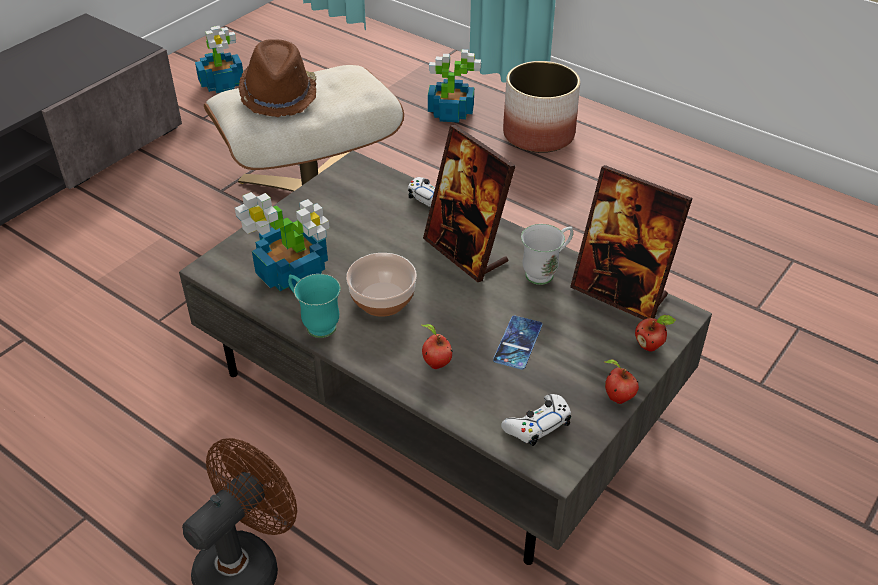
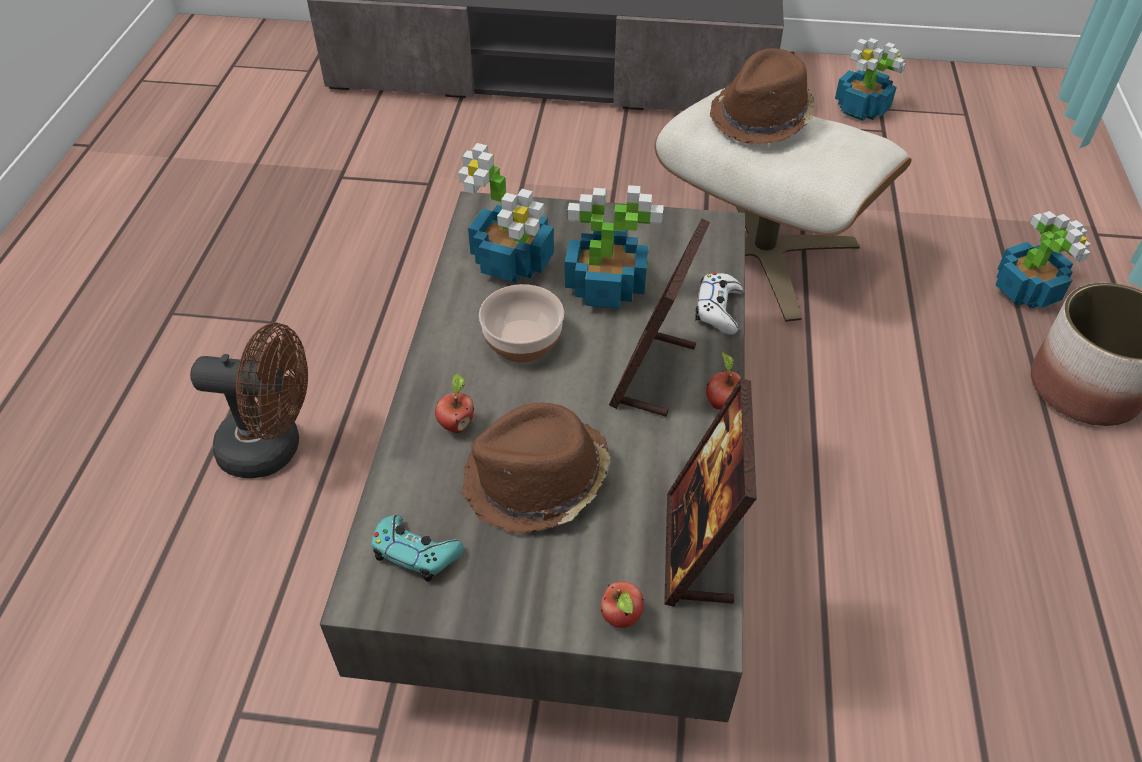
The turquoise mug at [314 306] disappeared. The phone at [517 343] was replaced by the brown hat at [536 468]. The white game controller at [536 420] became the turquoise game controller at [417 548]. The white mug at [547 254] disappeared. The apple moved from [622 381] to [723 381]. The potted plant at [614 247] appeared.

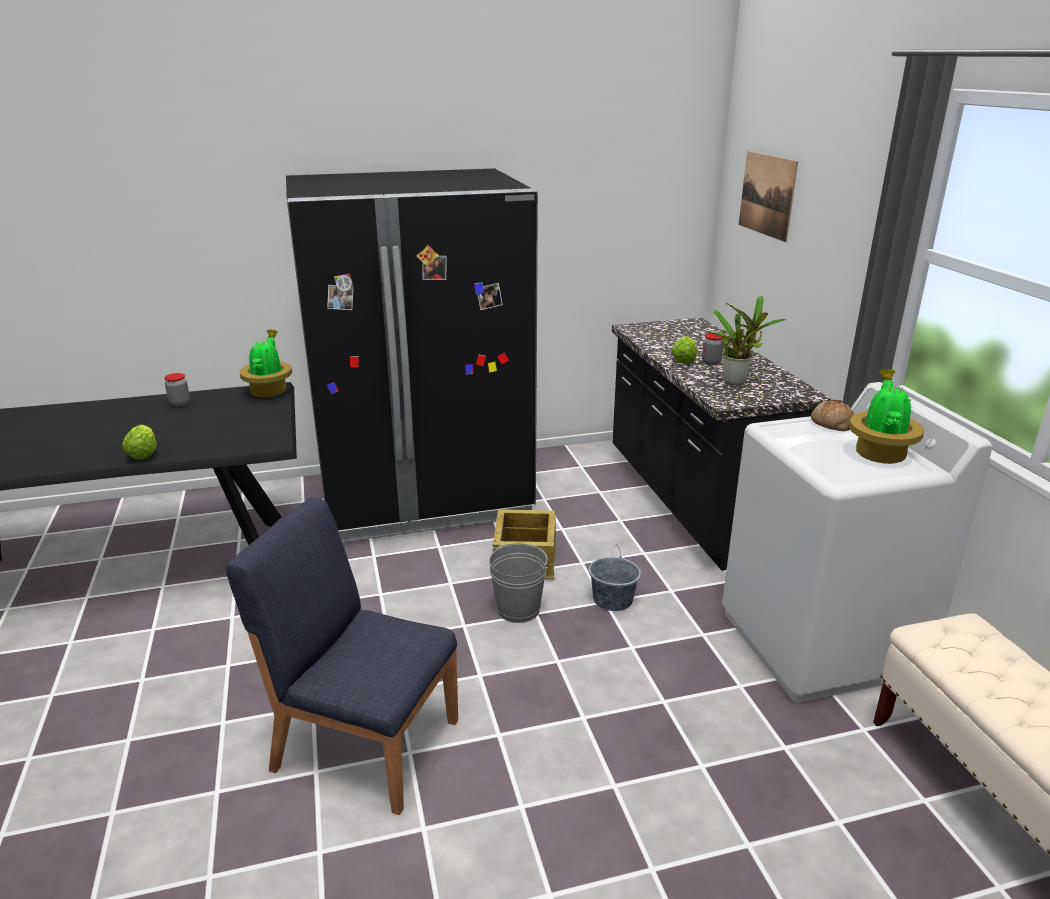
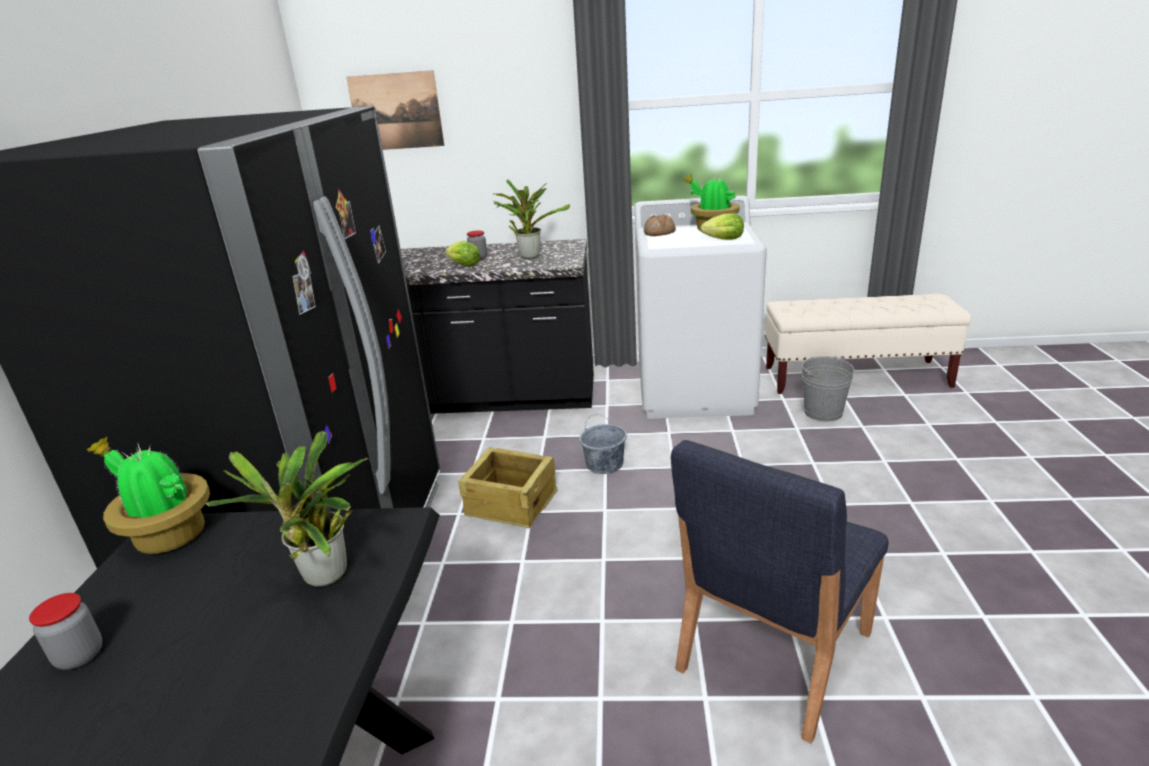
The lettuce moved from [139 441] to [722 226]. The grey bucket moved from [518 583] to [828 389]. The potted plant at [287 509] appeared.

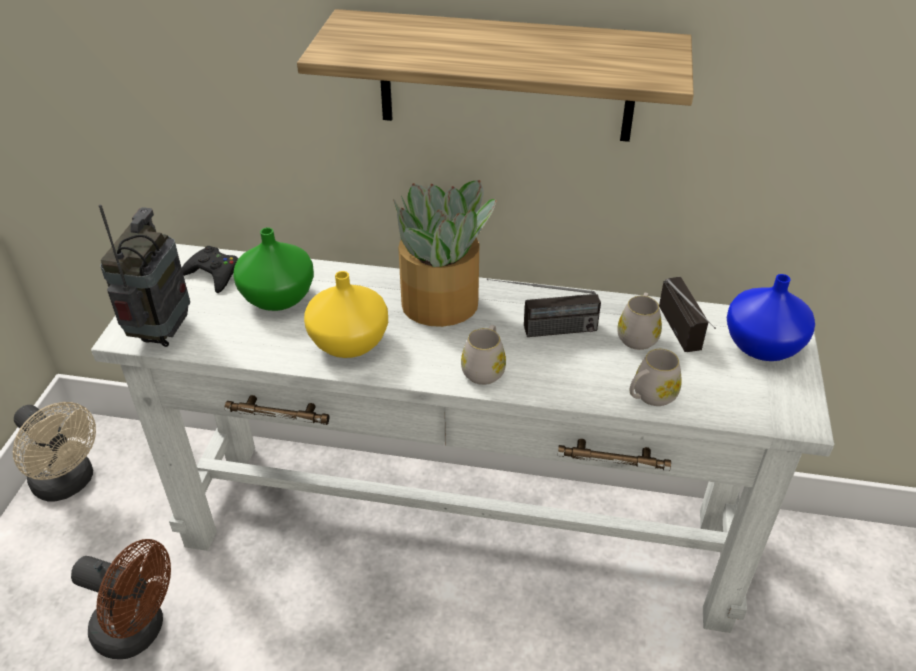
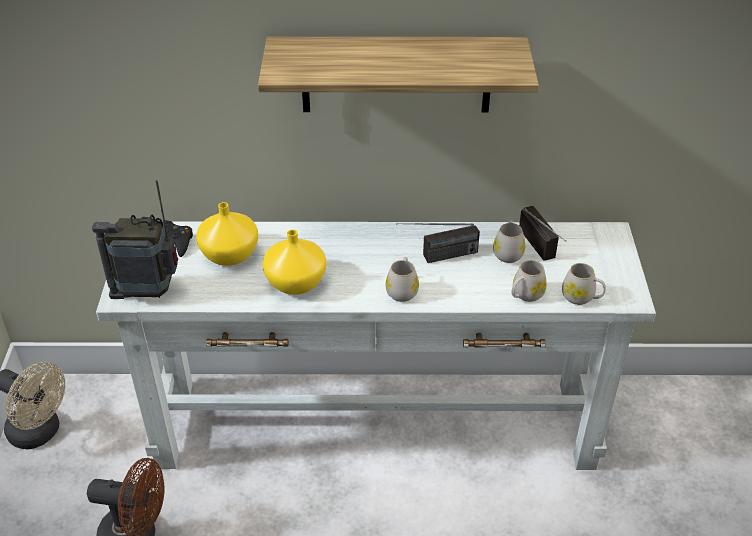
The radio at [144 276] turned 90 degrees counterclockwise. The green vase at [273 269] became the yellow vase at [227 234]. The potted plant at [445 253] disappeared. The blue vase at [771 317] disappeared. The white mug at [584 284] appeared.

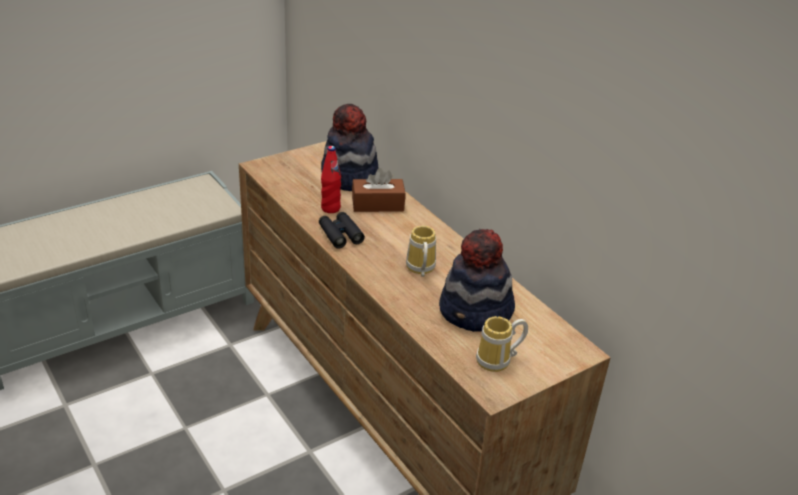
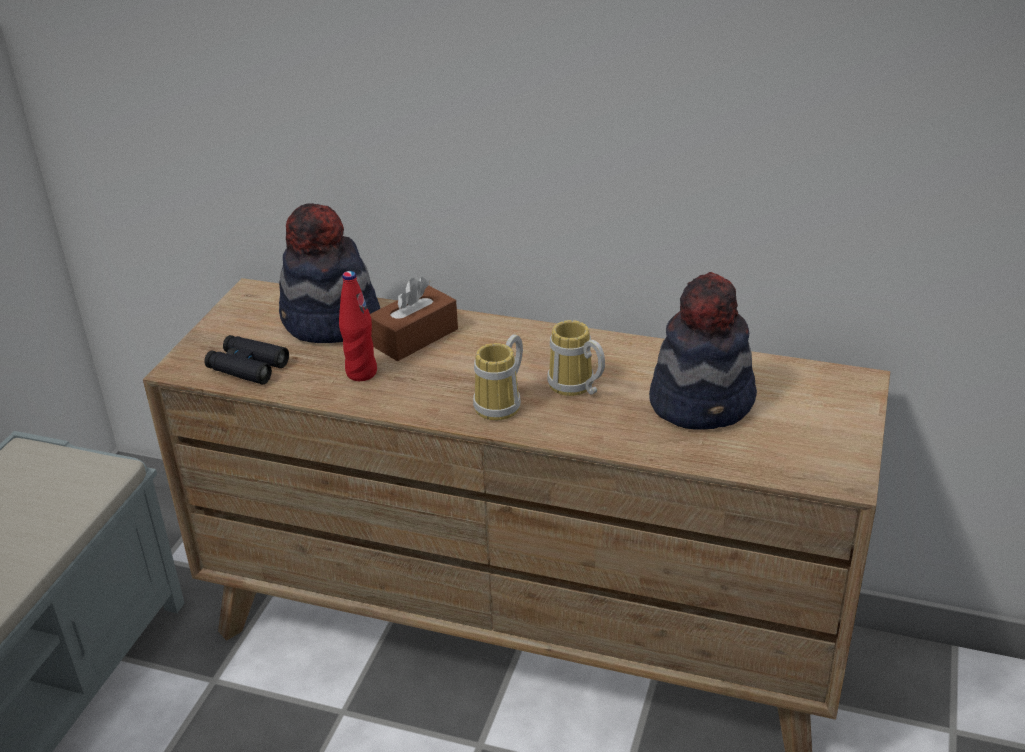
The black binoculars moved from [342 230] to [246 360]. The mug moved from [502 344] to [498 377].

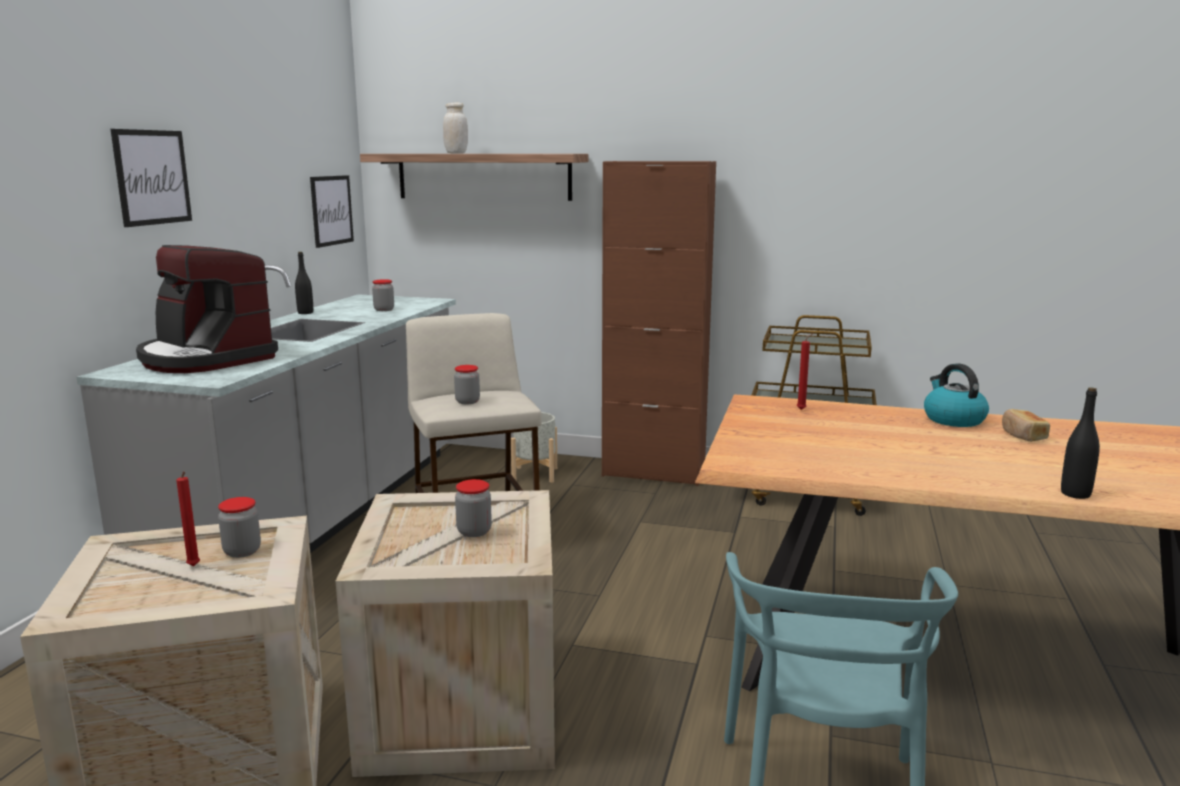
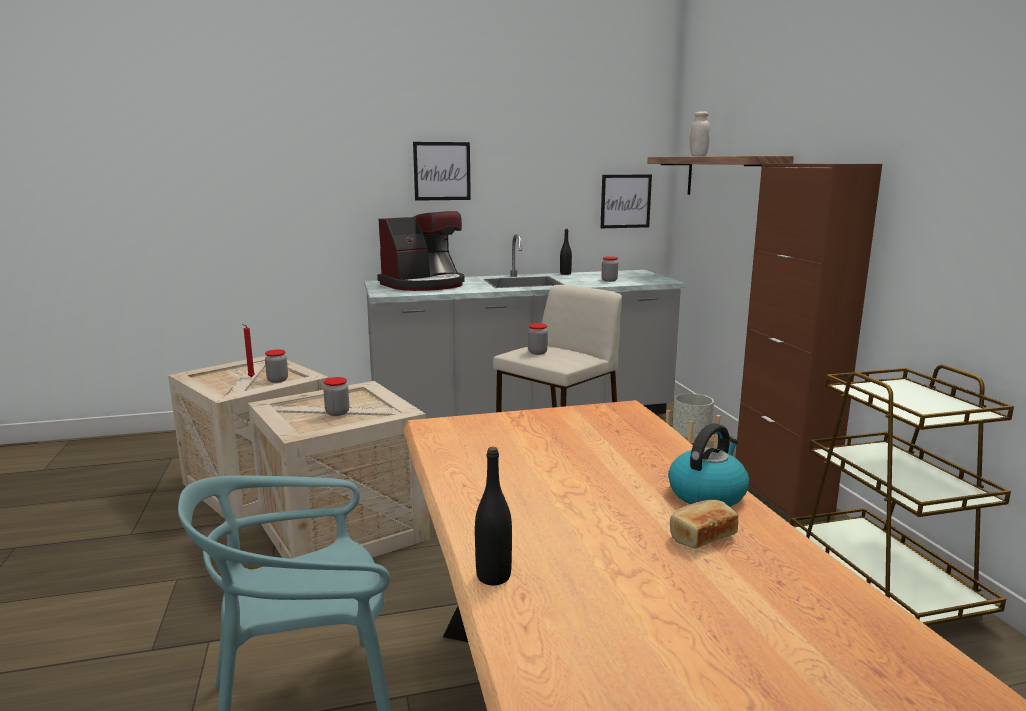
The coffee machine at [207 309] turned 135 degrees counterclockwise. The red candle at [805 371] disappeared.

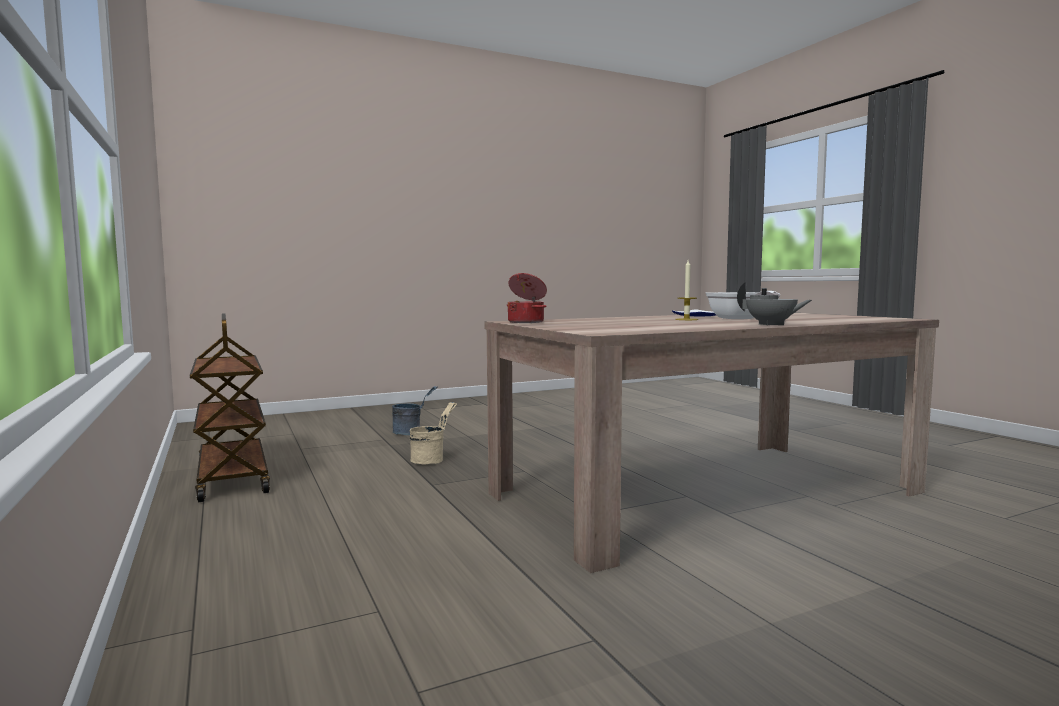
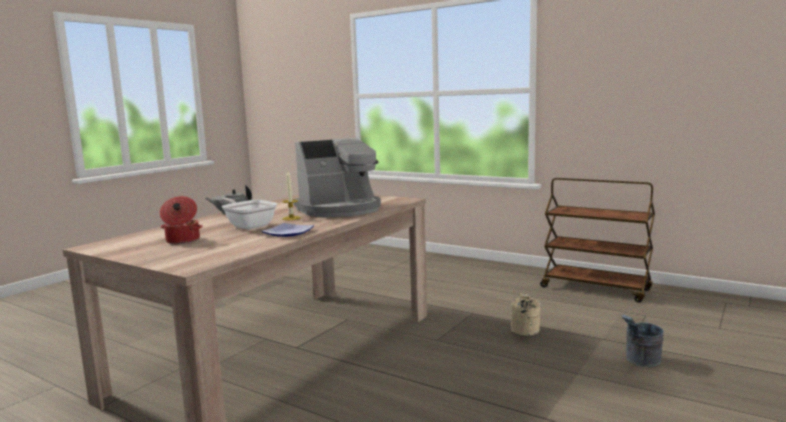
The cooking pot moved from [527 298] to [181 220]. The coffee machine at [337 177] appeared.

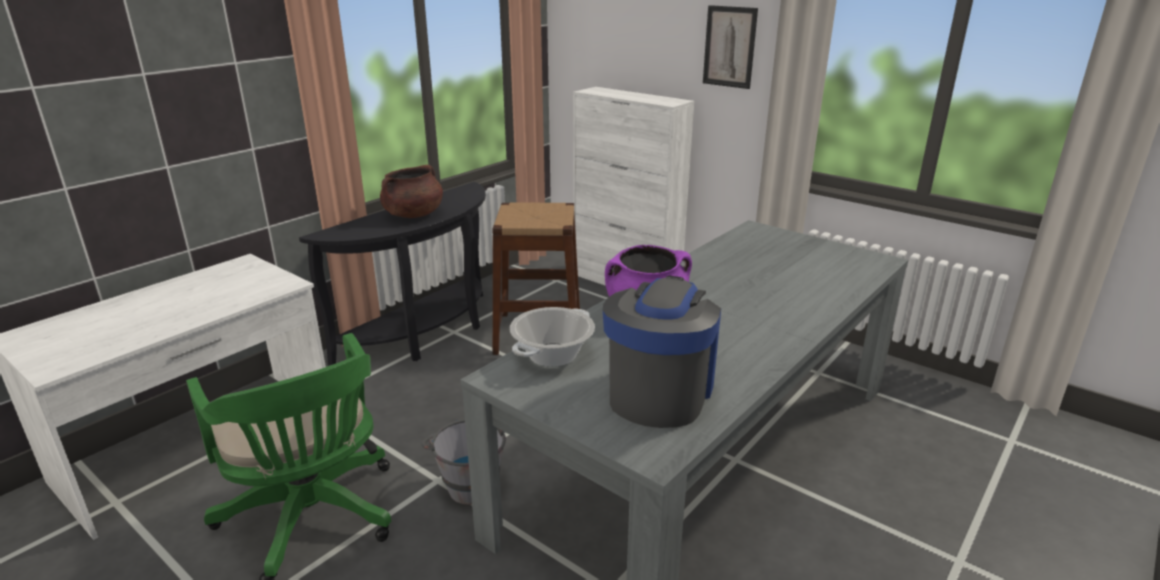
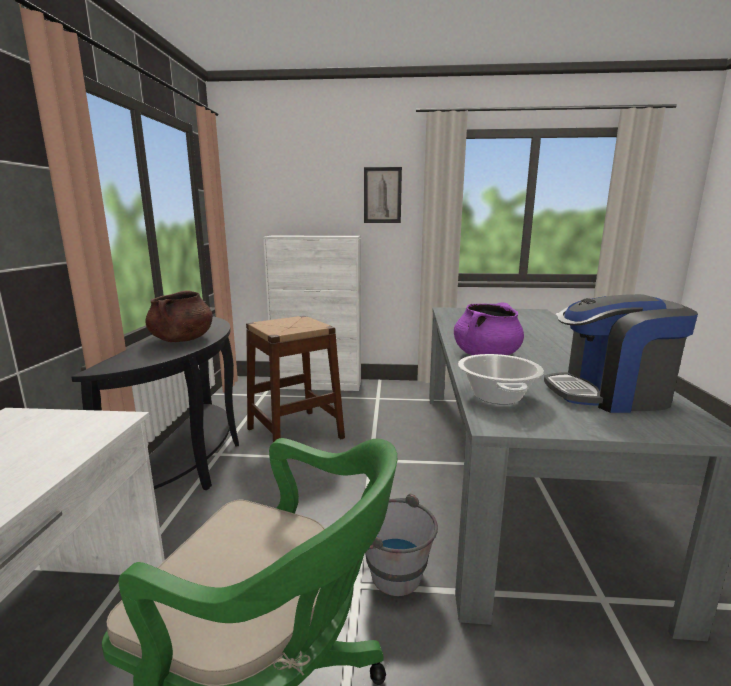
The coffee machine at [662 351] turned 75 degrees counterclockwise.

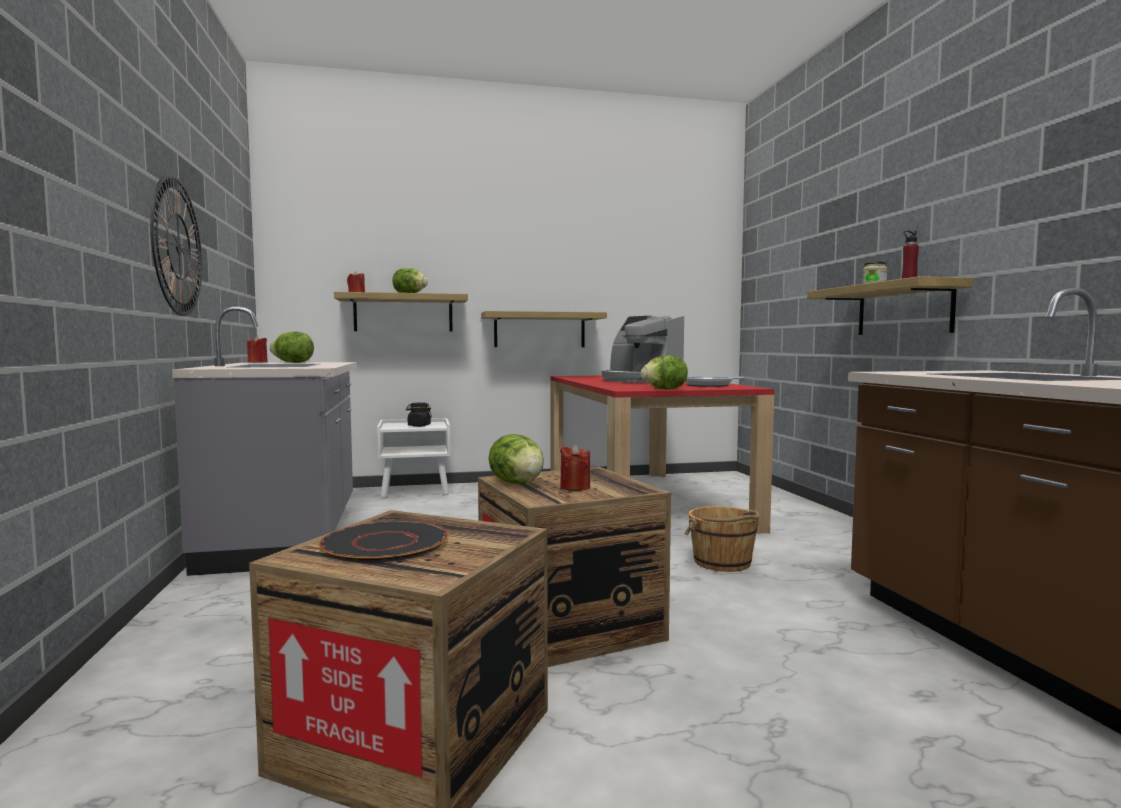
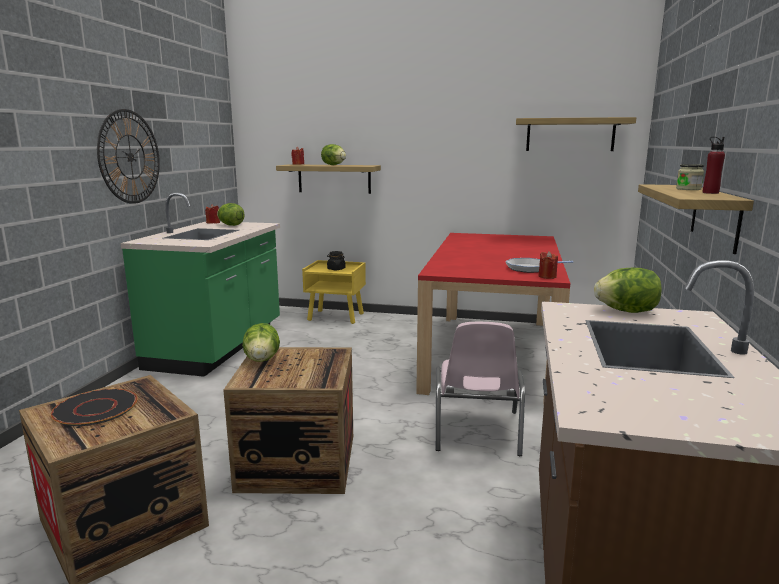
The grey counter at [264 441] became the green counter at [200 285]. The white nightstand at [413 458] became the yellow nightstand at [334 292]. The shelf moved from [544 329] to [576 134]. The red candle moved from [575 467] to [548 265]. The coffee machine at [643 349] disappeared. The lettuce moved from [664 372] to [628 290]. The brown bucket at [722 539] was replaced by the pink chair at [480 389].

